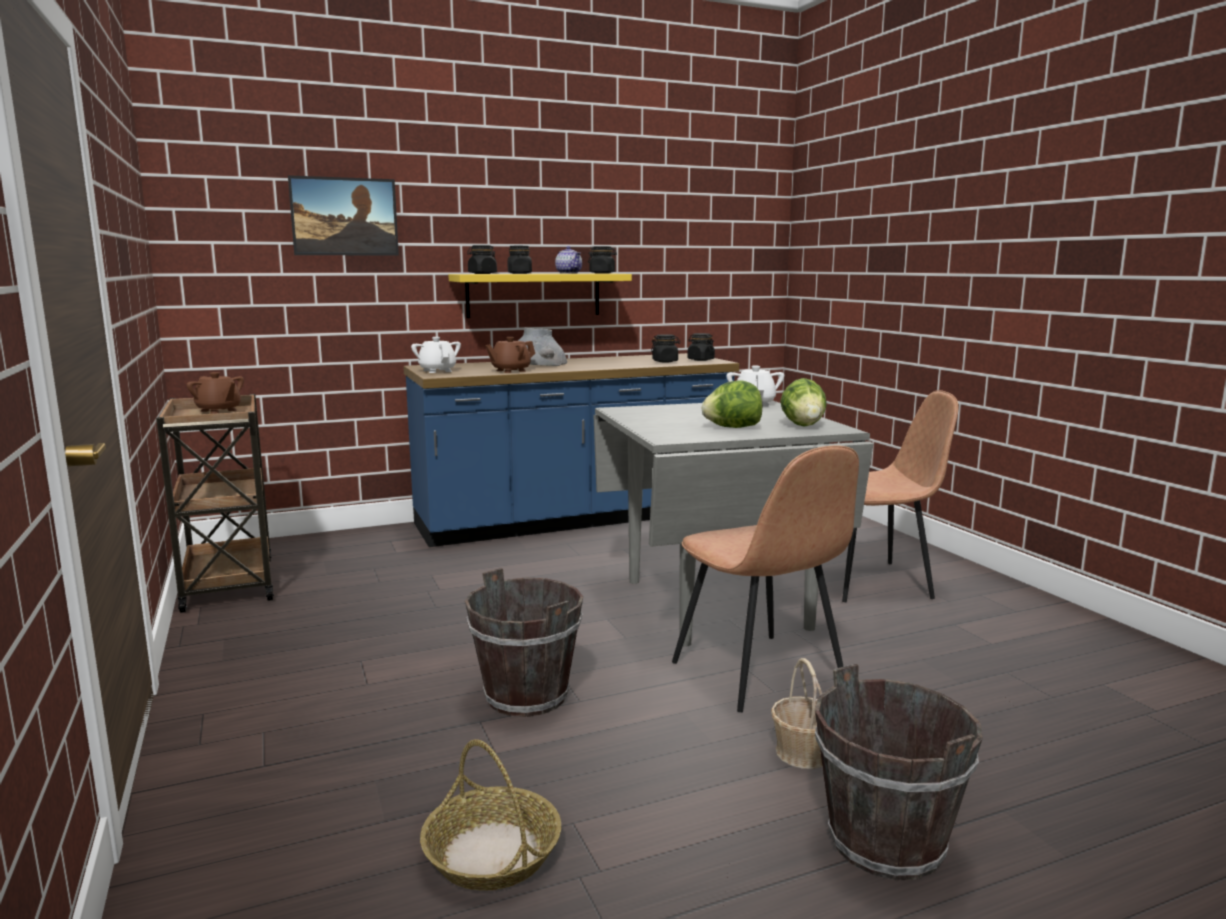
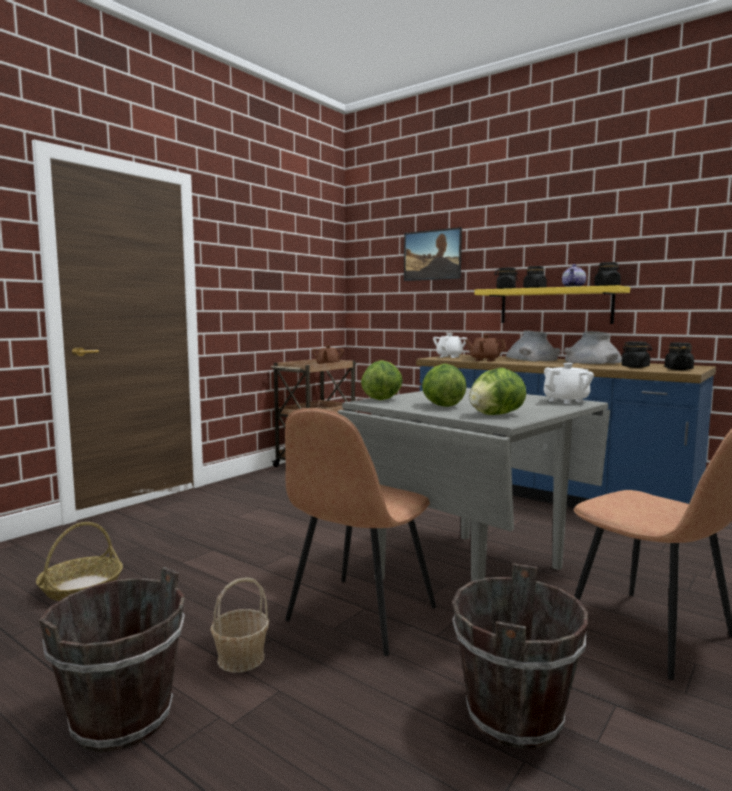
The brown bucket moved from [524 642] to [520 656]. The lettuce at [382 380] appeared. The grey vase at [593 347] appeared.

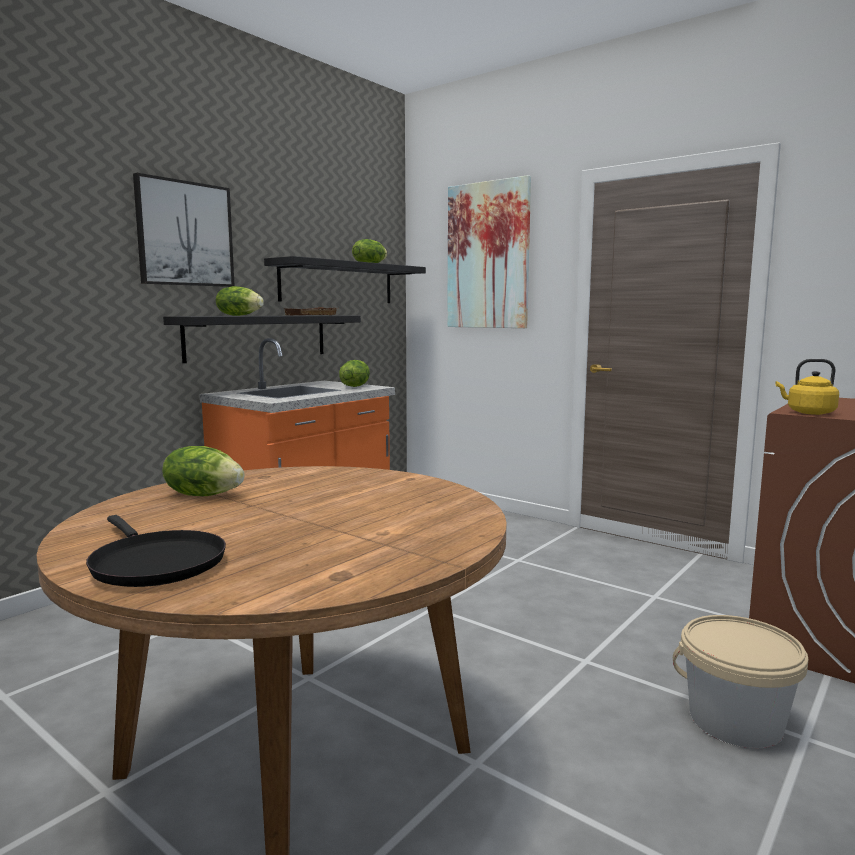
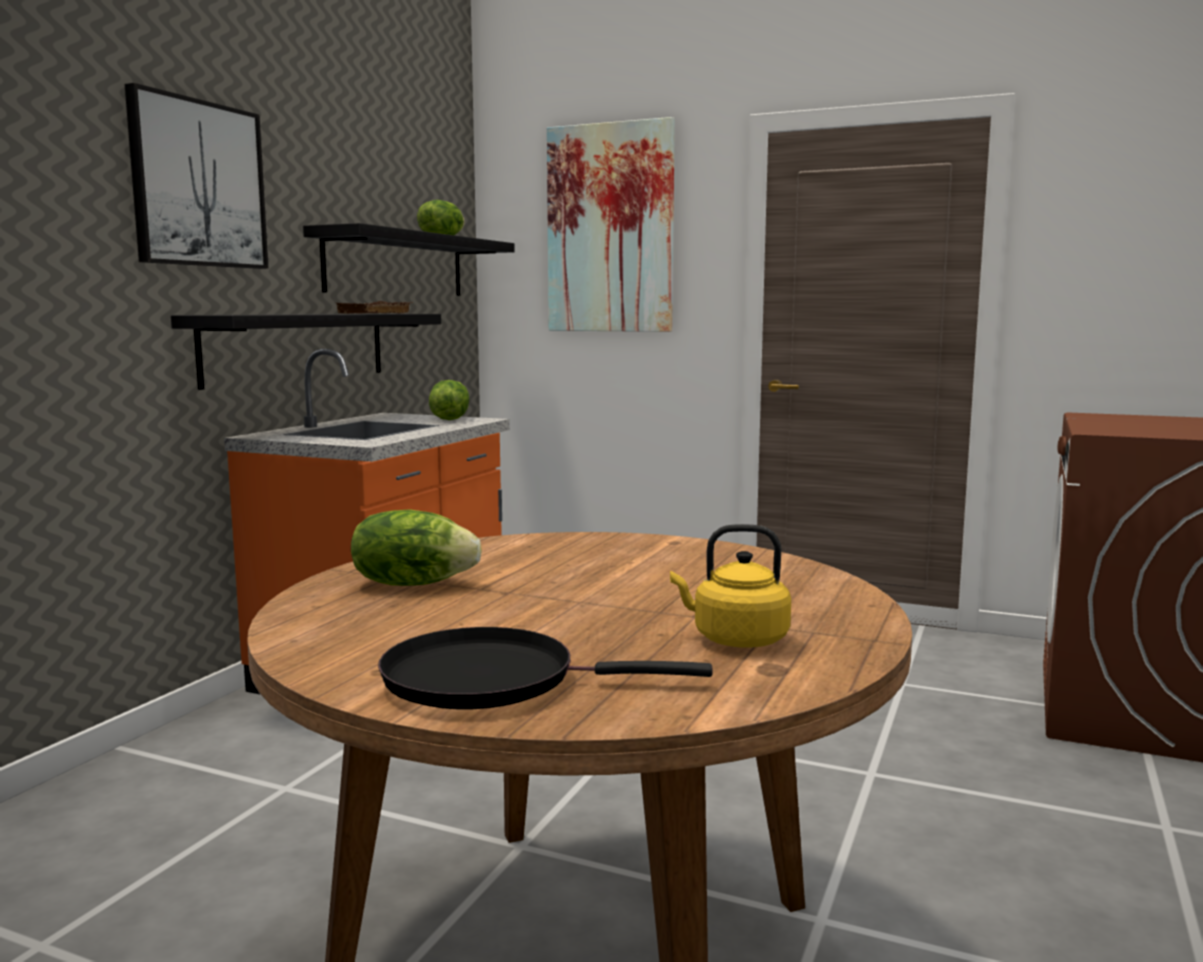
The black frying pan at [156 551] turned 150 degrees clockwise. The lettuce at [240 301] disappeared. The beige bucket at [741 682] disappeared. The yellow kettle moved from [807 387] to [730 586].

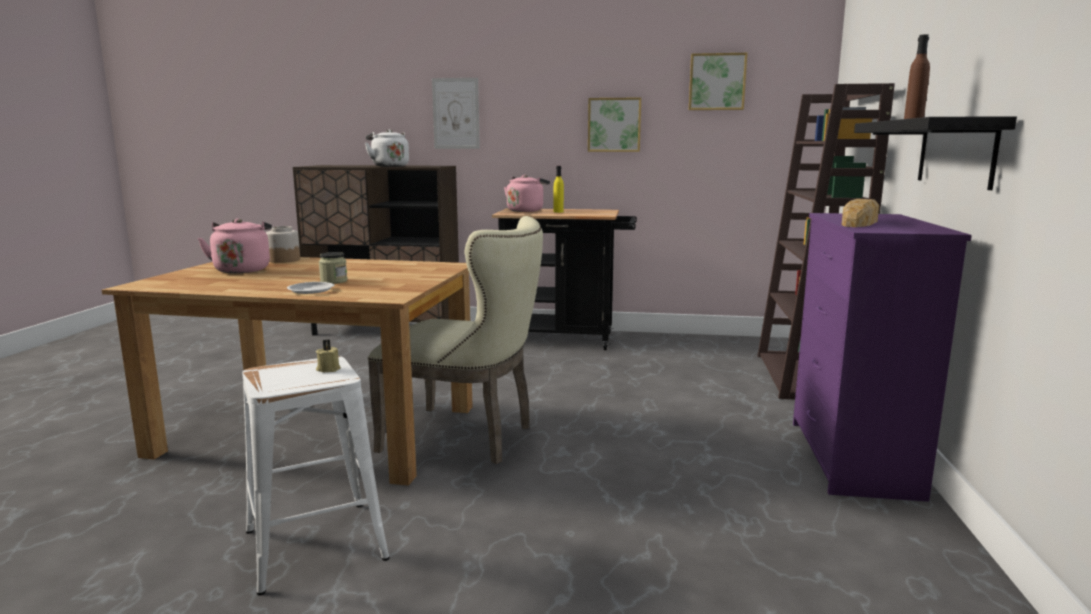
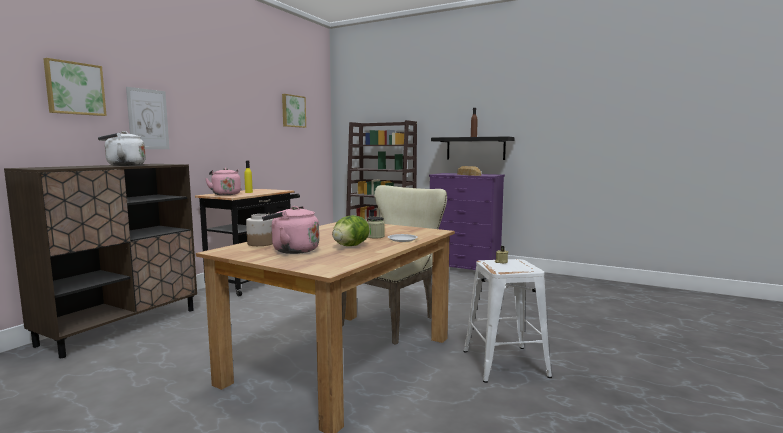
The picture moved from [614 124] to [75 87]. The lettuce at [350 230] appeared.

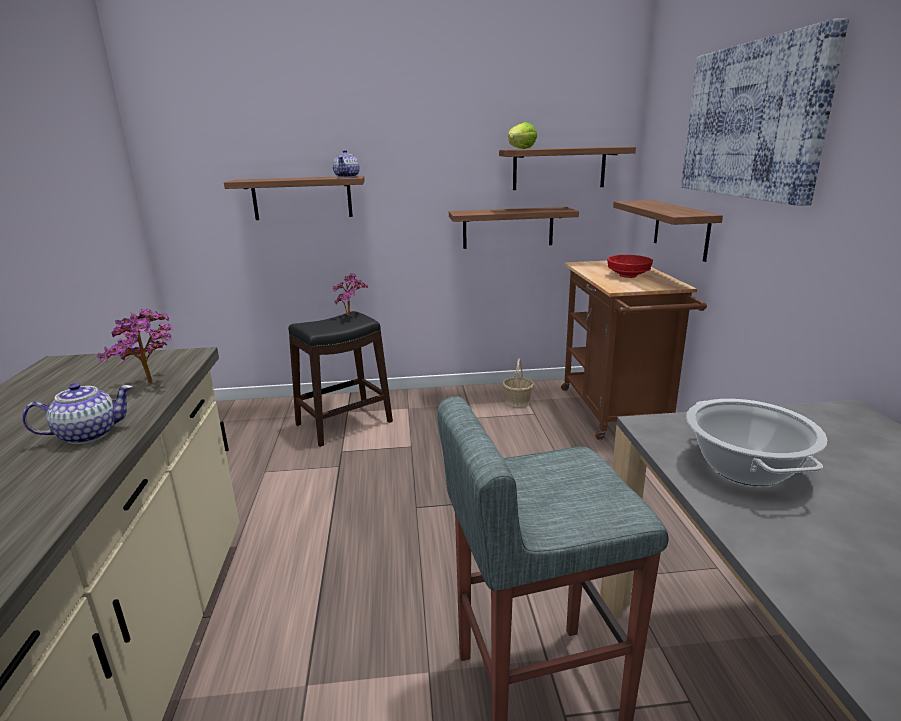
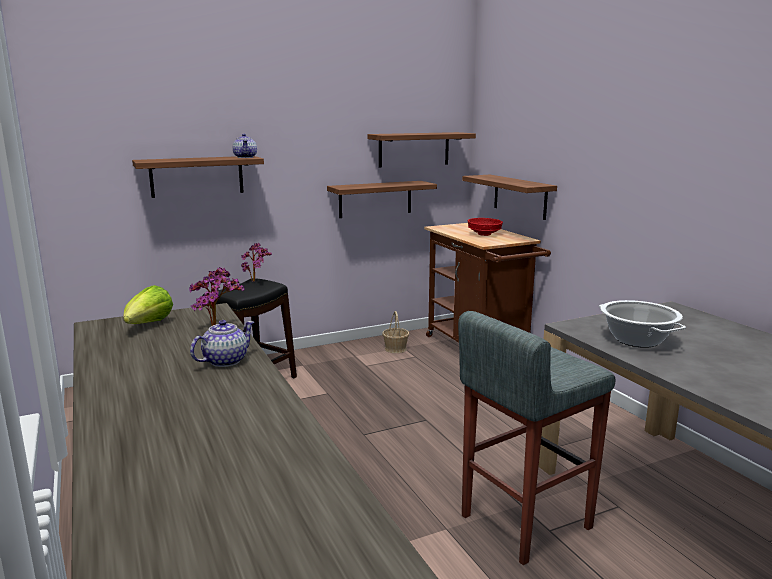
The lettuce moved from [522 135] to [148 304]. The picture at [765 112] disappeared.

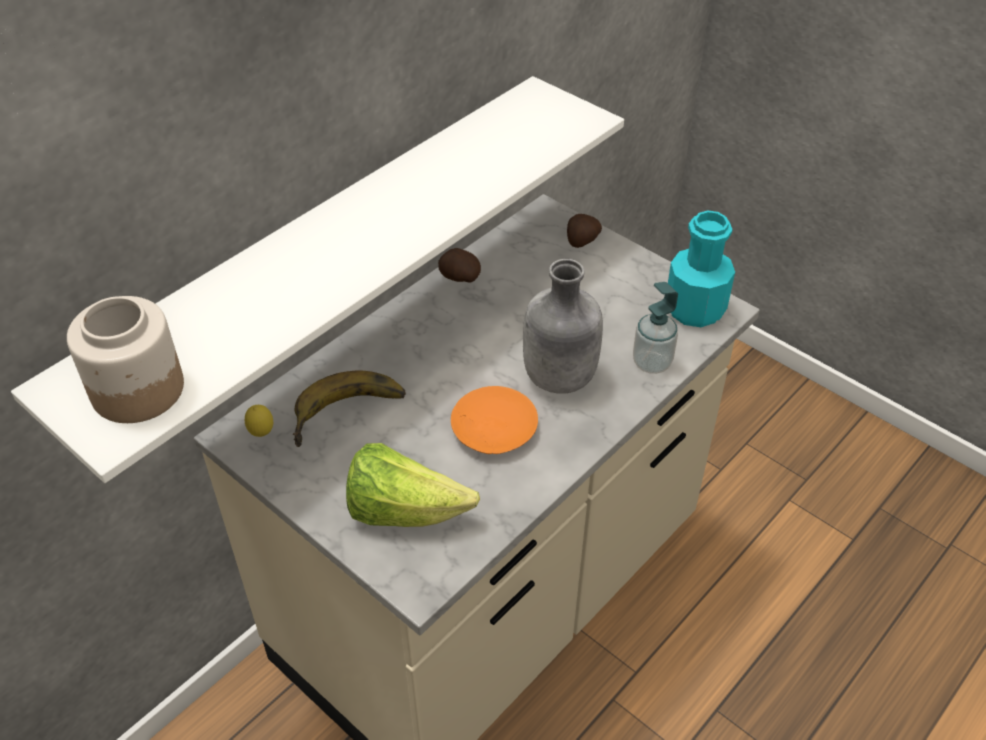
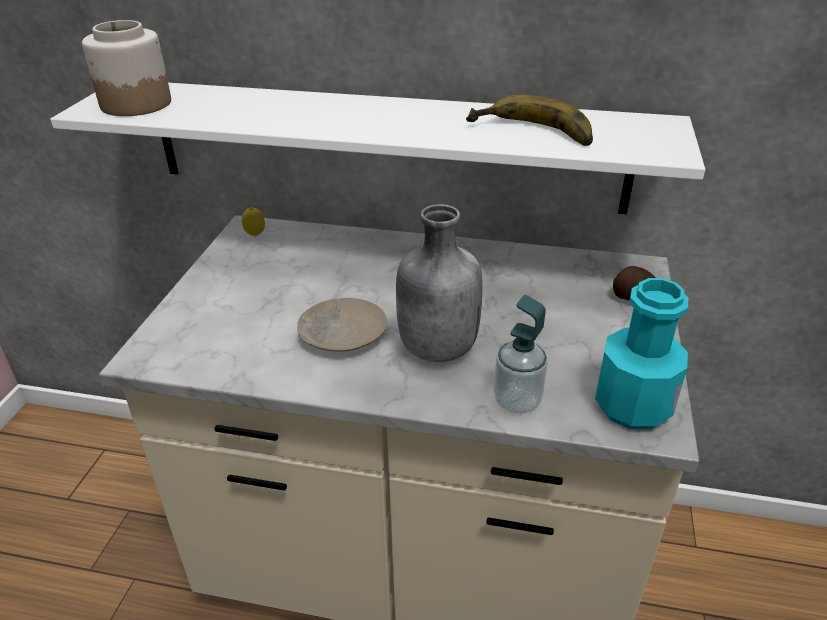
The banana moved from [349 408] to [529 120]. The lettuce at [413 485] disappeared. The potato at [459 265] disappeared. The orange plate at [494 420] became the beige plate at [342 325].

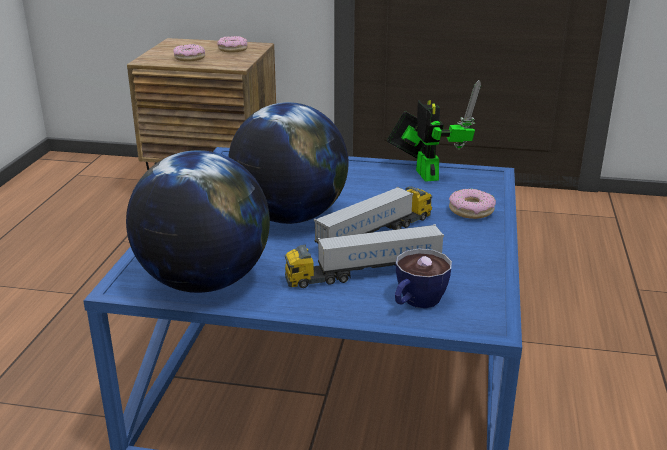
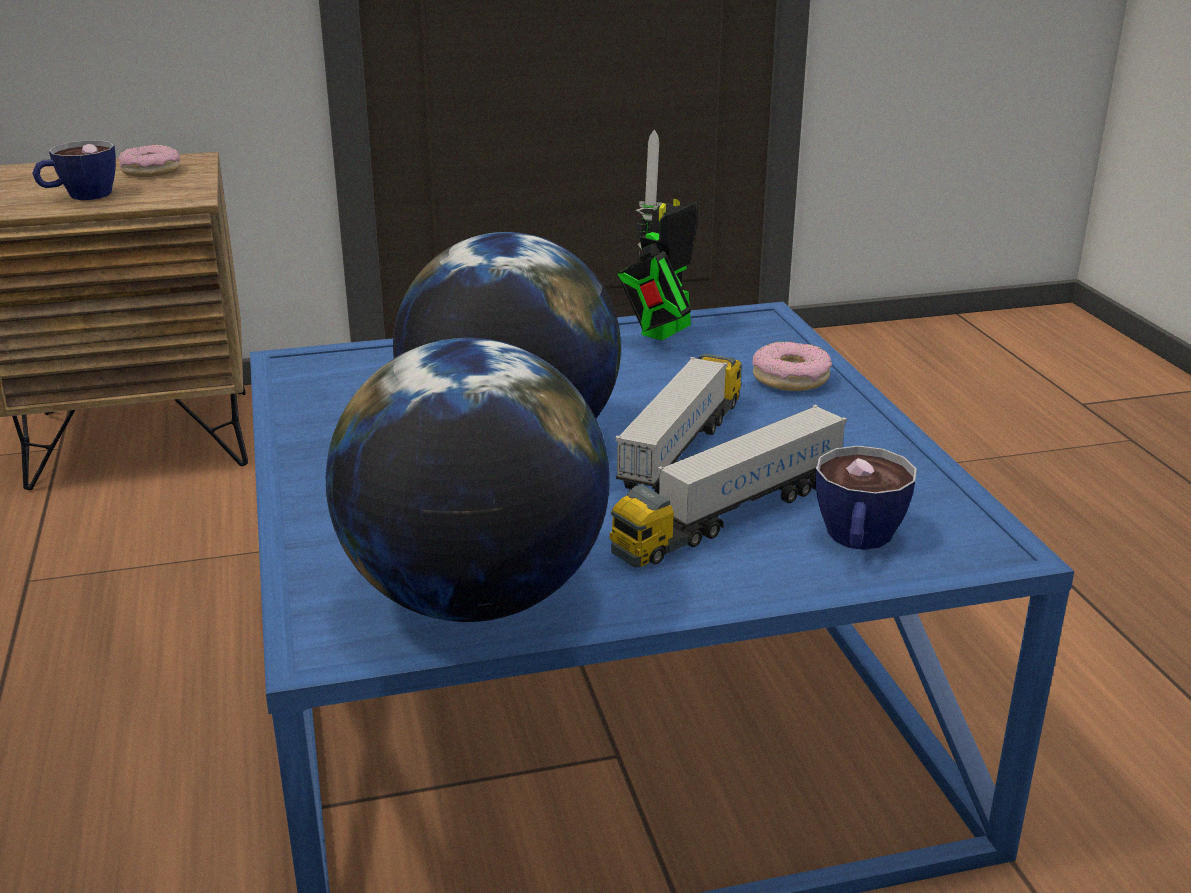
The donut at [189 53] was replaced by the cup at [74 170]. The toy robot at [434 131] turned 105 degrees counterclockwise.

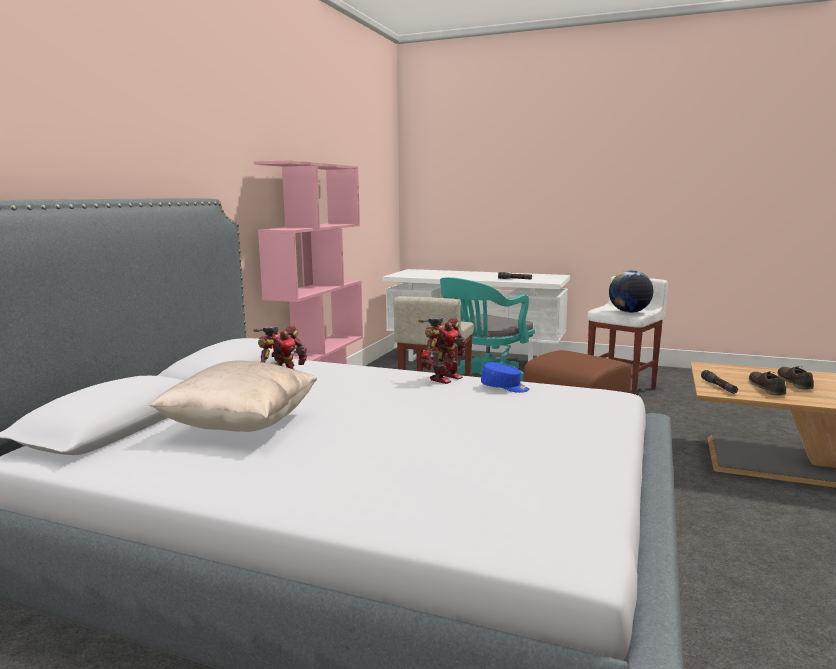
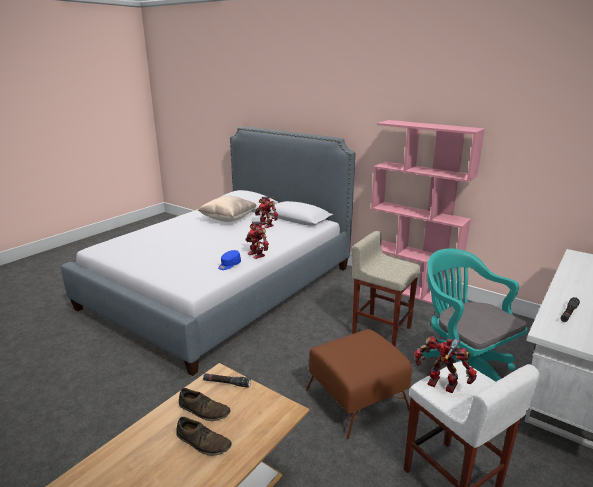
The globe at [631 291] was replaced by the toy robot at [446 364].

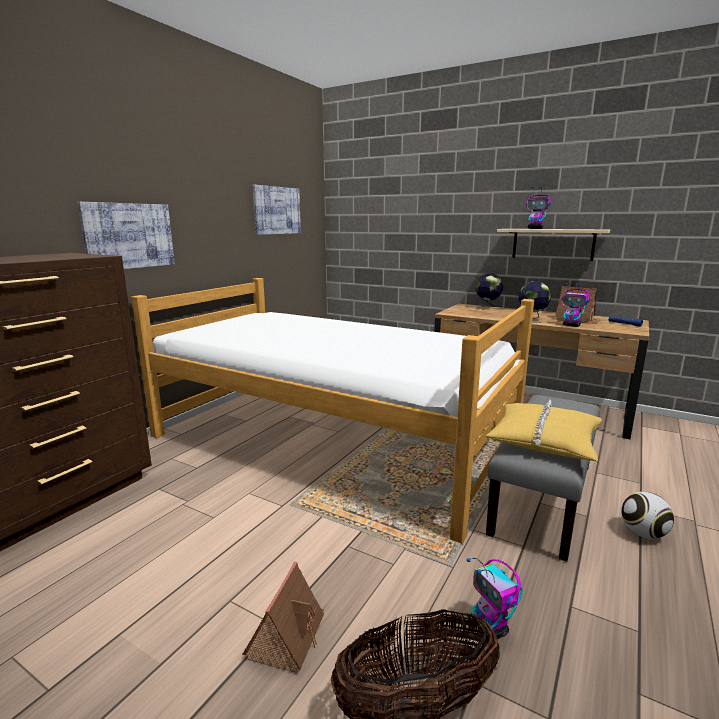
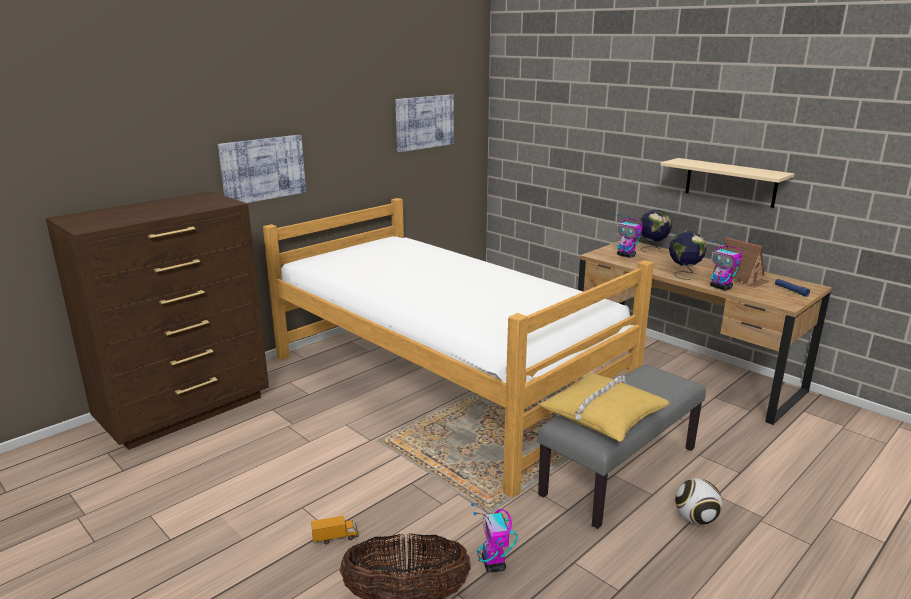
The toy house at [283 617] was replaced by the toy truck at [334 530]. The toy robot moved from [538 207] to [630 236].

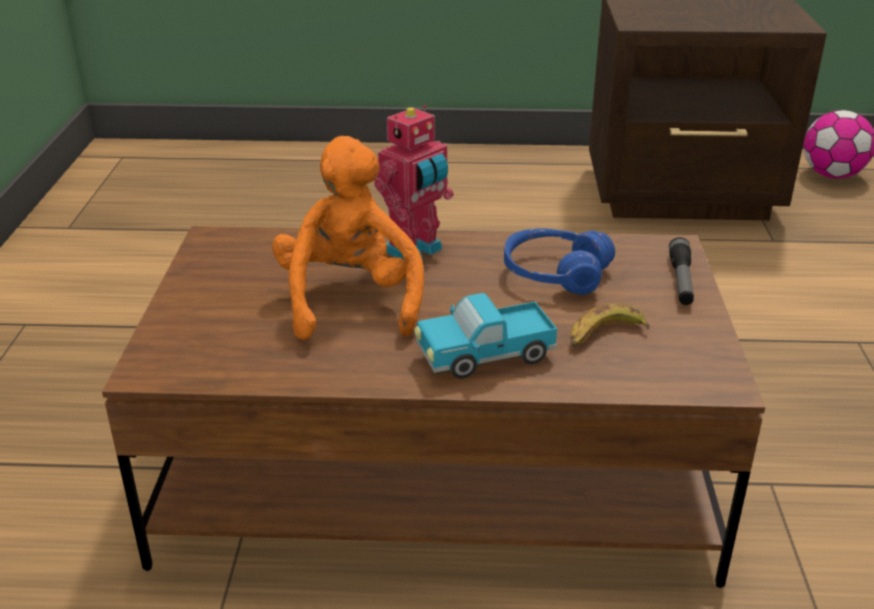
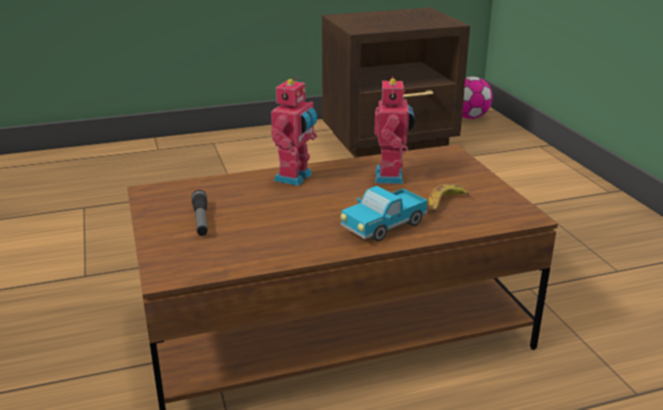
The orange plush toy at [348 238] disappeared. The blue headphones at [559 261] was replaced by the toy robot at [395 130]. The flashlight moved from [681 271] to [200 213].

